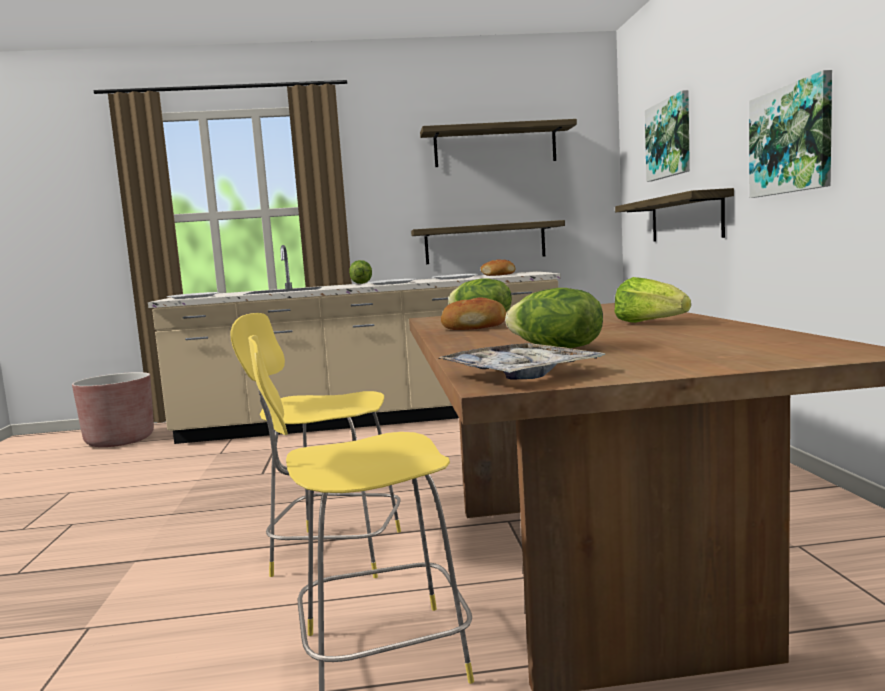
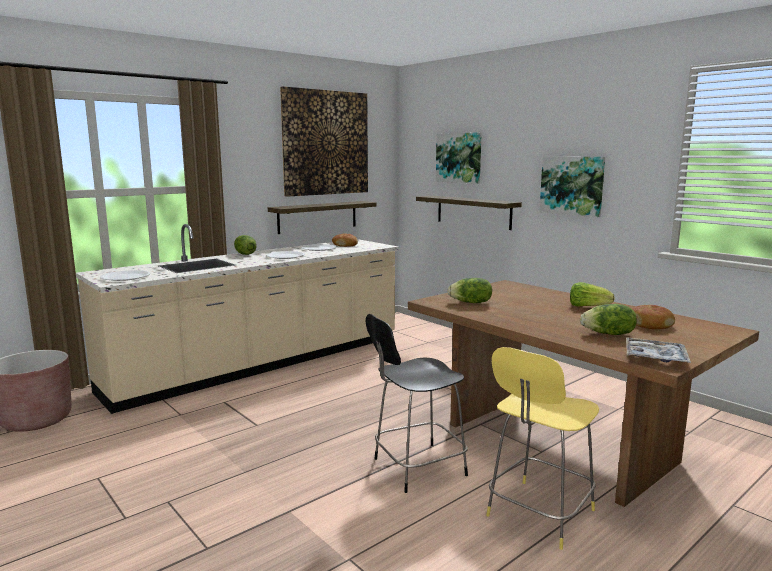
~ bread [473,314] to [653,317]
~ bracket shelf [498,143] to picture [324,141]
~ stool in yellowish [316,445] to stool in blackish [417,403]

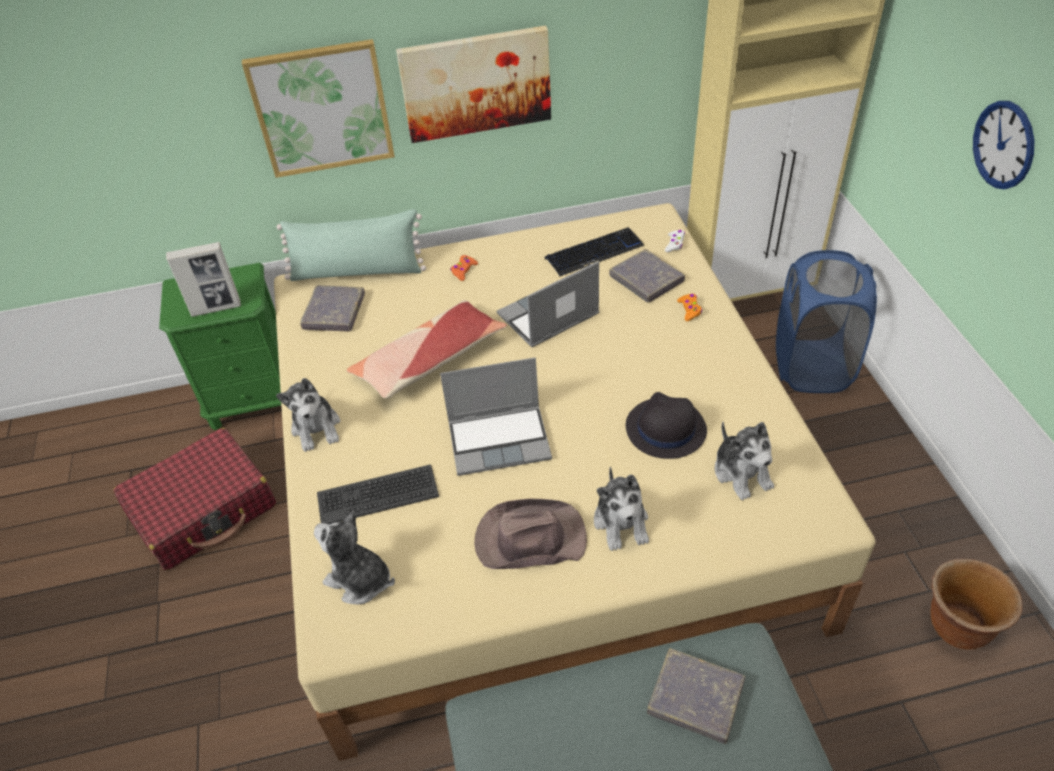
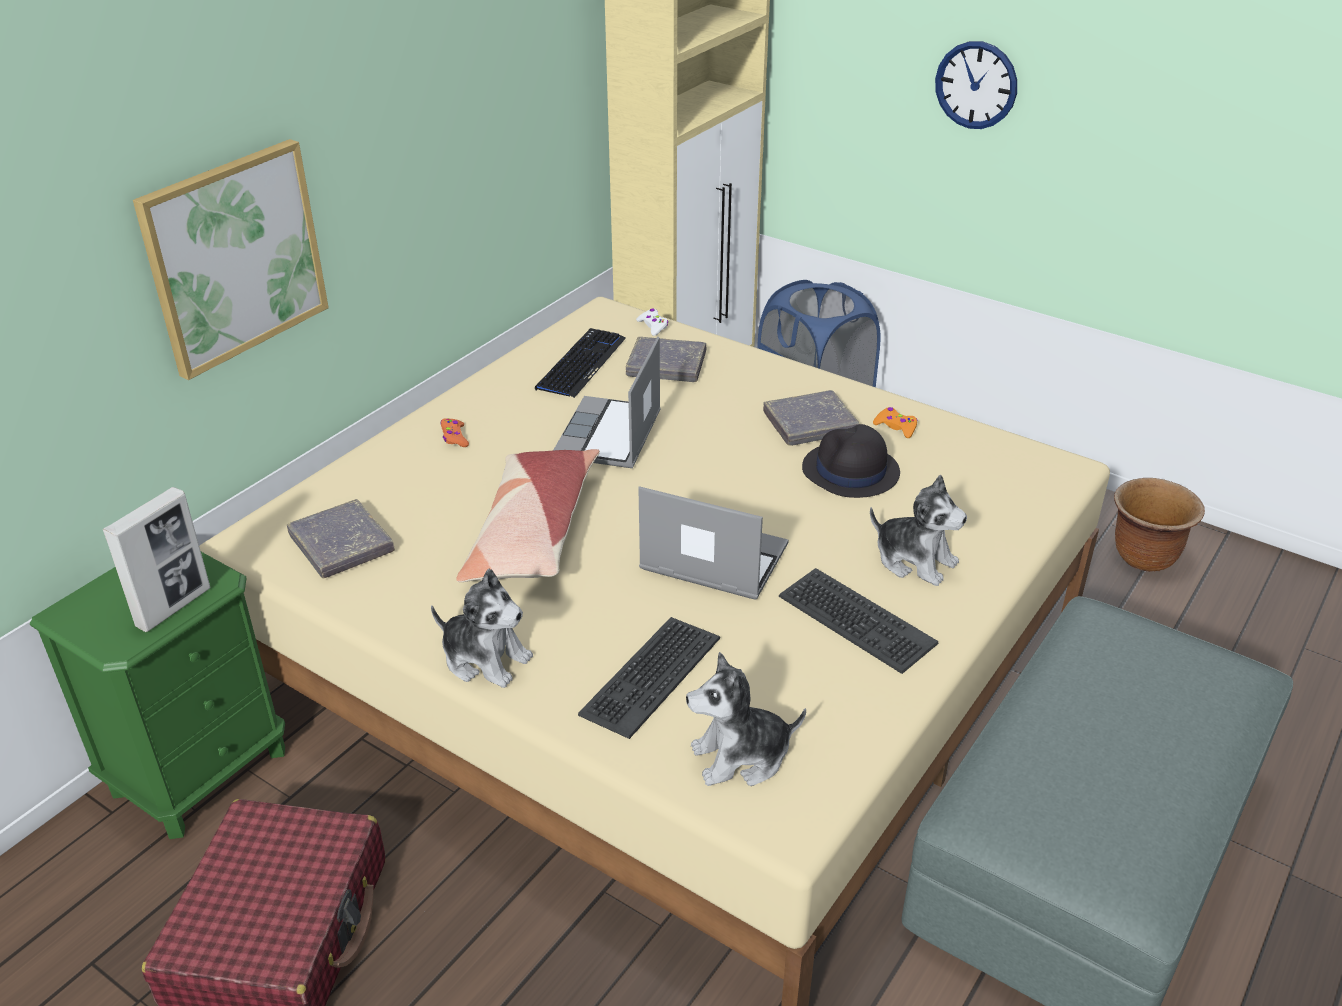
- throw pillow in greenish [351,245]
- picture [473,84]
- soft toy [744,461]
~ bound book in grey [696,696] to [811,418]
~ gamepad in orangey [689,307] to [895,422]
~ wearable hat in brown-coloured [530,534] to keyboard [858,621]
~ laptop [496,416] = [713,542] 105 degrees counterclockwise

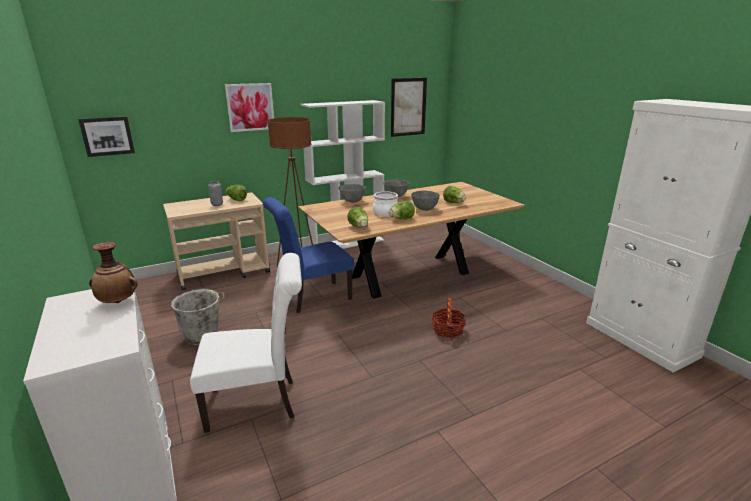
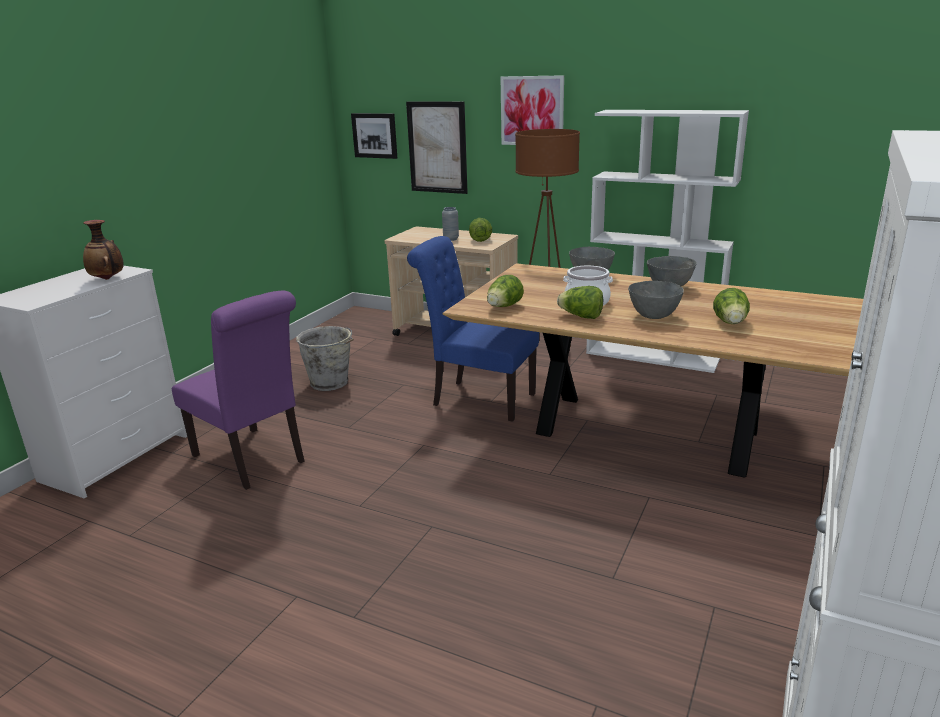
- basket [449,318]
~ picture [409,107] to [437,147]
~ upright chair in white-coloured [246,343] to upright chair in purplish [238,390]

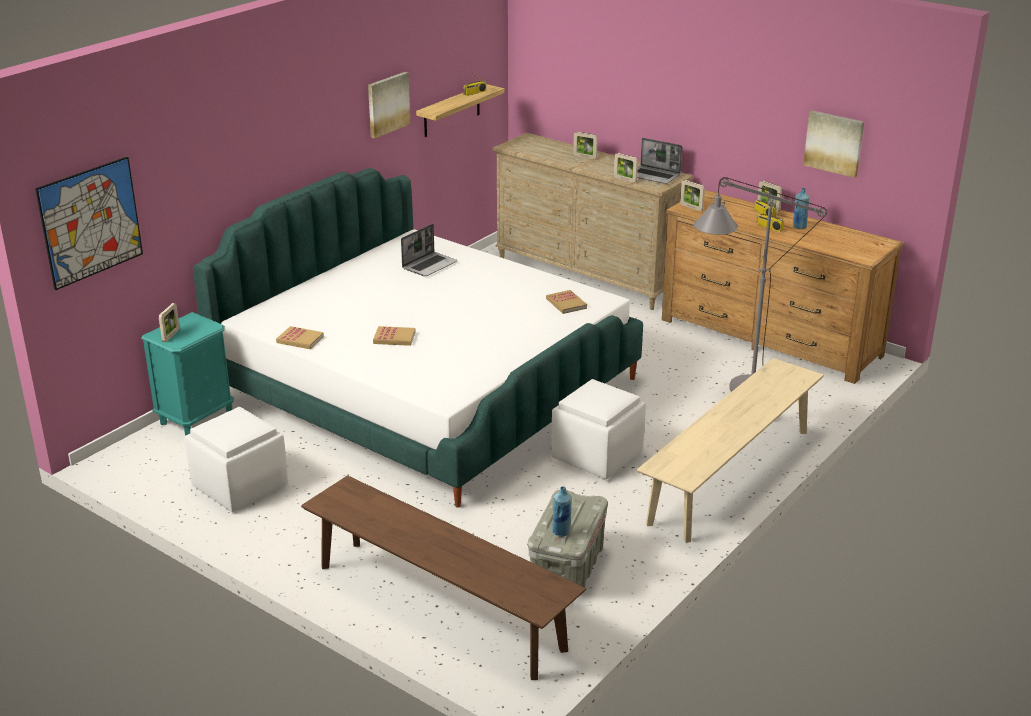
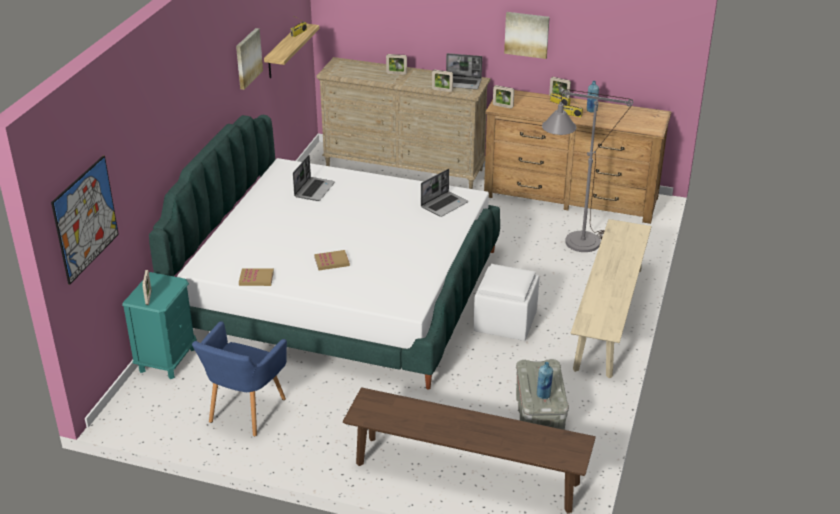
~ picture [833,144] to [527,35]
~ footrest in white-coloured [236,459] to armchair in blue [239,379]
~ bound book [566,302] to laptop [444,193]

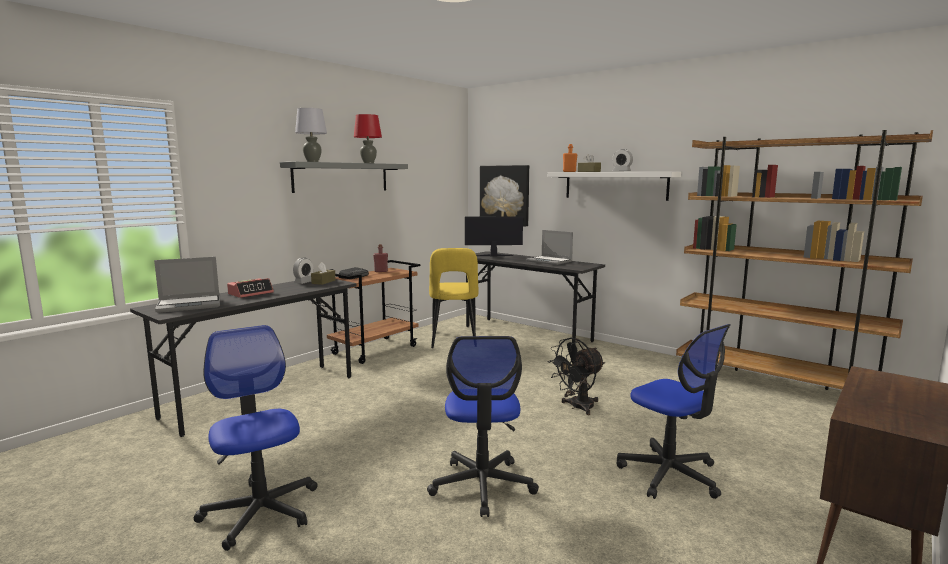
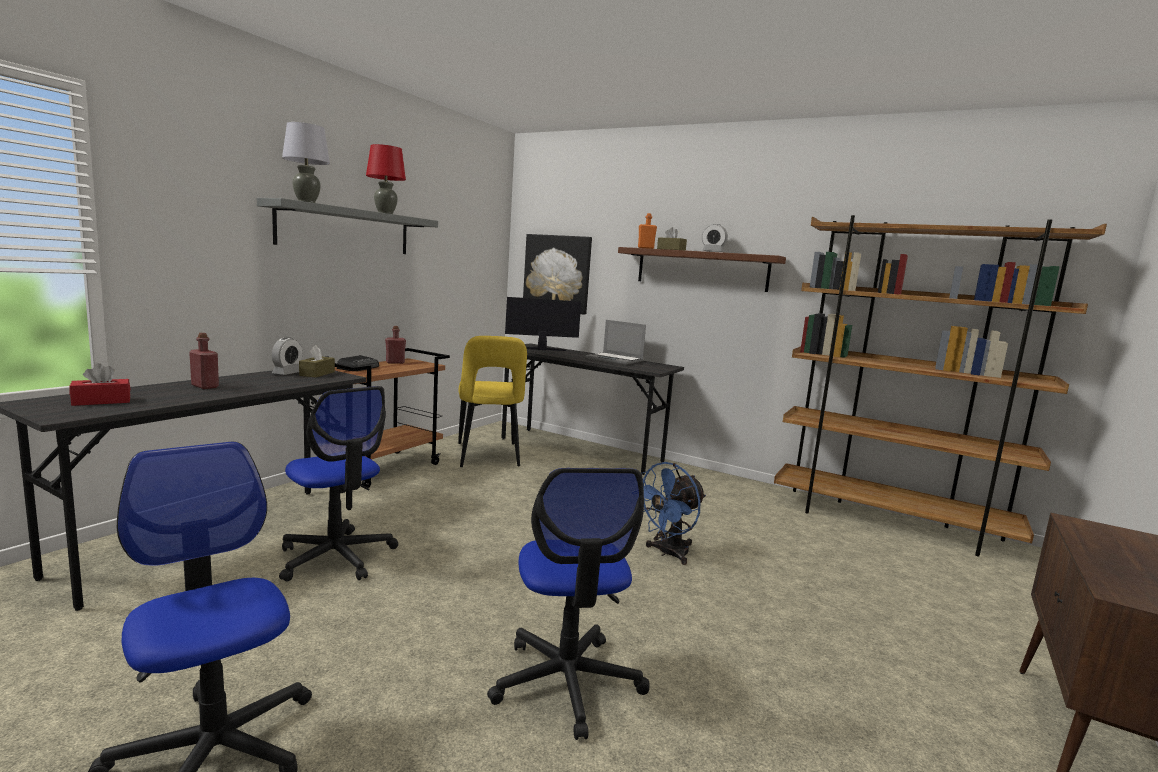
~ desk chair [674,411] to [338,484]
~ laptop [187,285] to tissue box in red-coloured [99,384]
~ table clock [250,288] to beverage bottle in red-coloured [204,361]
~ bracket shelf in white-coloured [614,186] to bracket shelf in brown-coloured [702,269]
~ electric fan in blackish [576,376] to electric fan in blue [673,513]

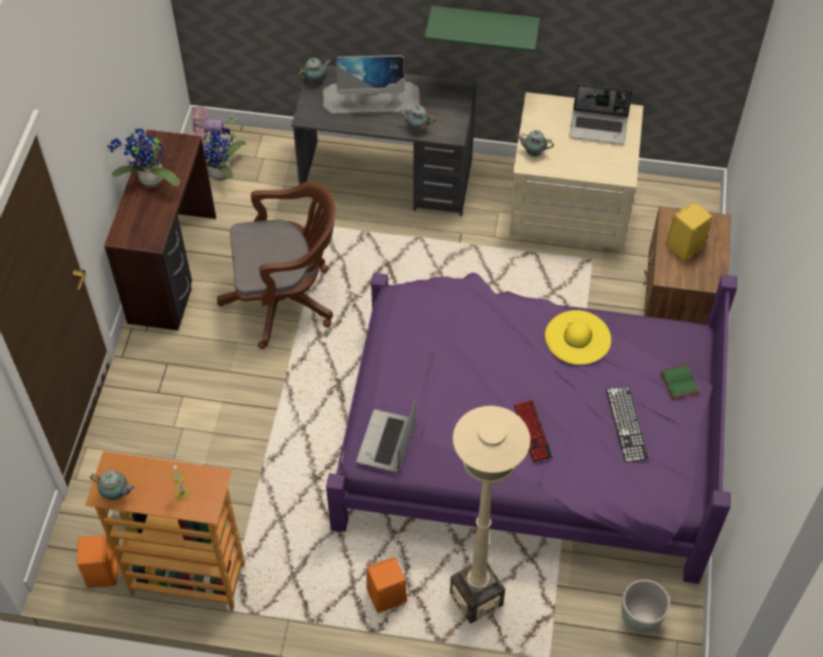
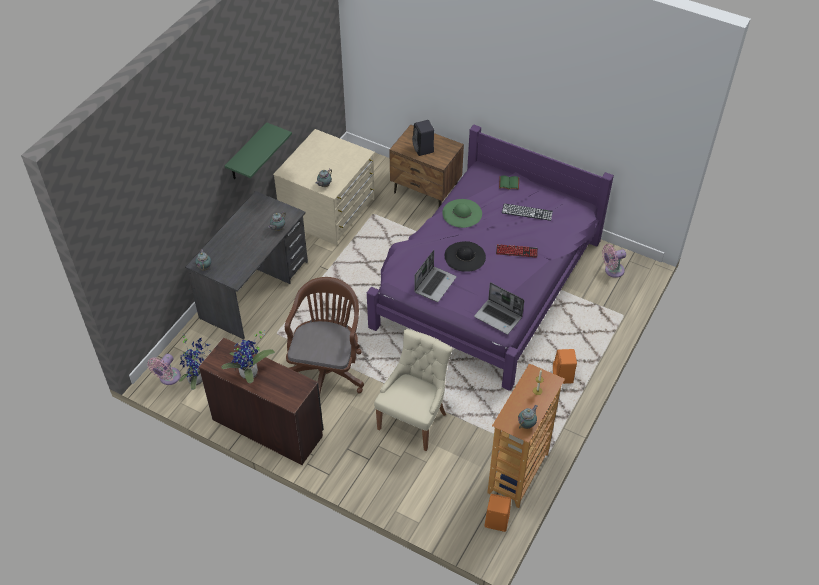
- computer display [371,85]
- floor lamp in beige [490,514]
+ upright chair in beige [413,390]
+ wearable hat in blackish [465,256]
~ laptop [601,114] to [435,276]
~ planter in grey [645,606] to electric fan in pink-coloured [614,261]
~ wearable hat in yellowish [578,337] to wearable hat in greenish [462,213]
~ audio speaker in yellowish [689,231] to audio speaker in blackish [423,138]

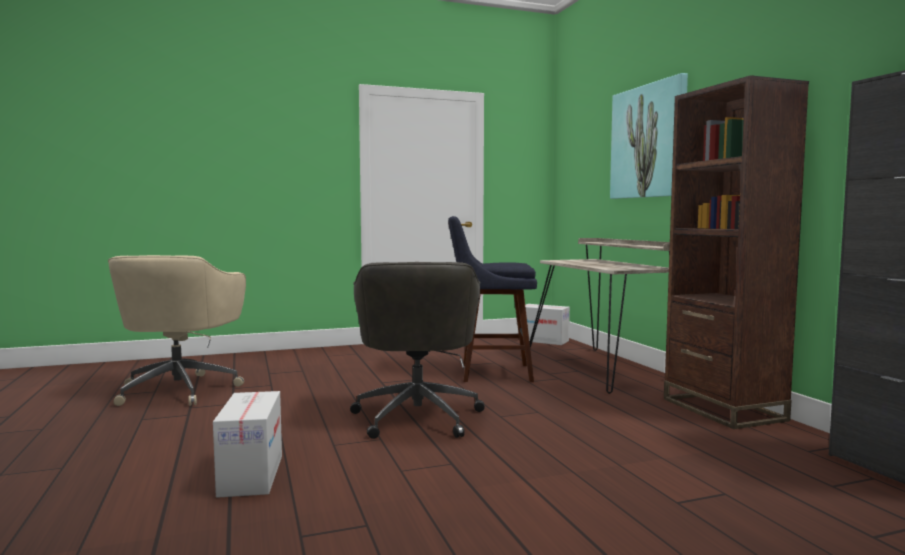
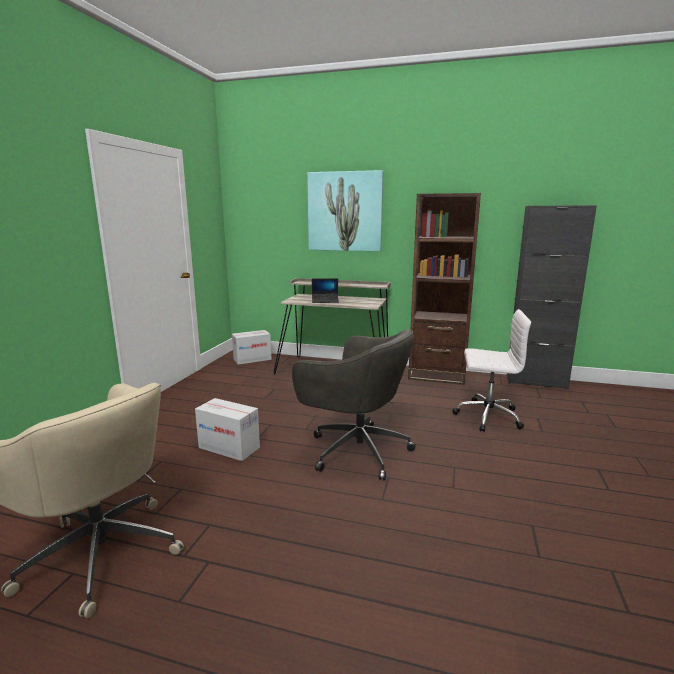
- stool in blue [492,299]
+ laptop [325,290]
+ desk chair in white-coloured [491,370]
~ cardboard box [247,444] to [227,429]

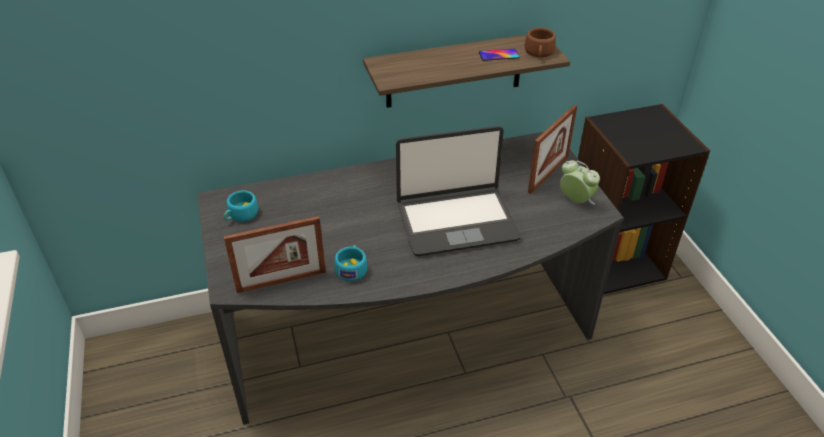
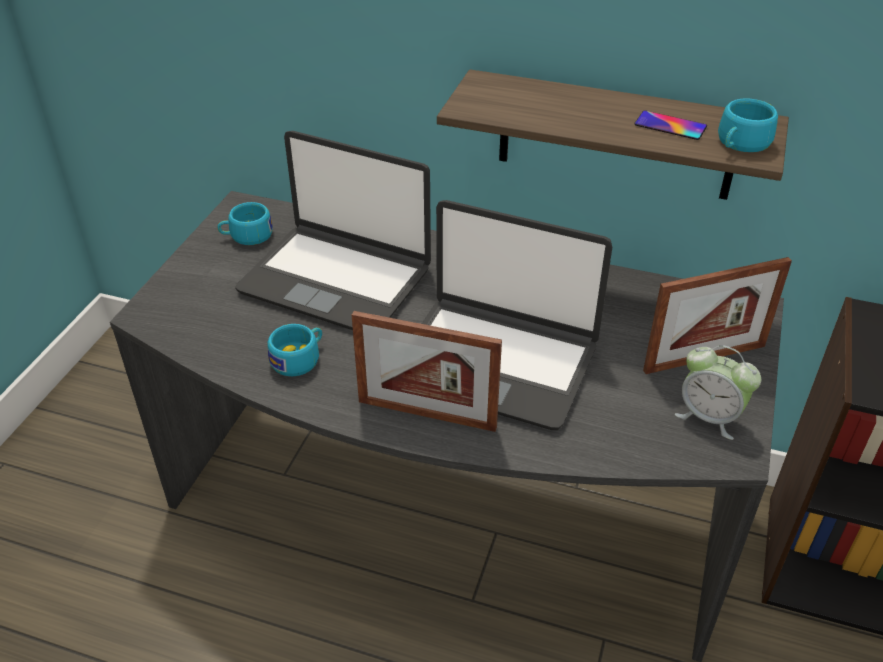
+ laptop [333,230]
~ photo frame [275,254] to [427,371]
~ cup in brown-coloured [540,42] to cup in turquoise-coloured [748,125]
~ table clock [580,182] = [718,392] 135 degrees clockwise

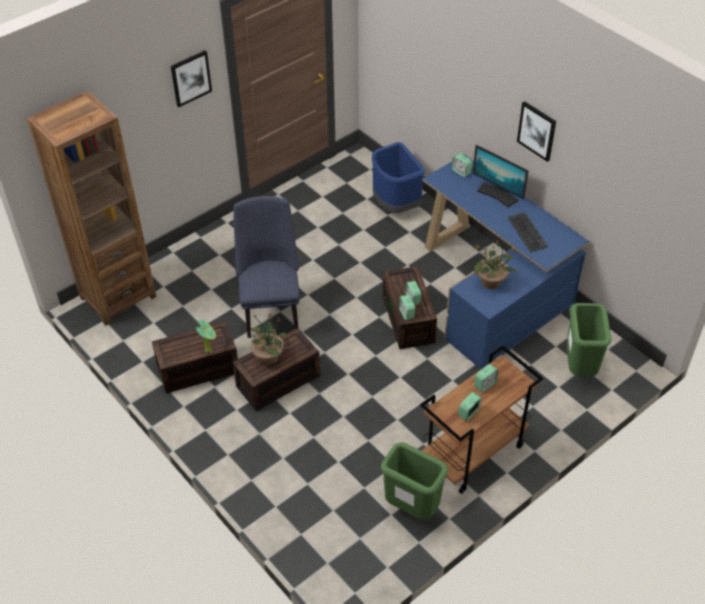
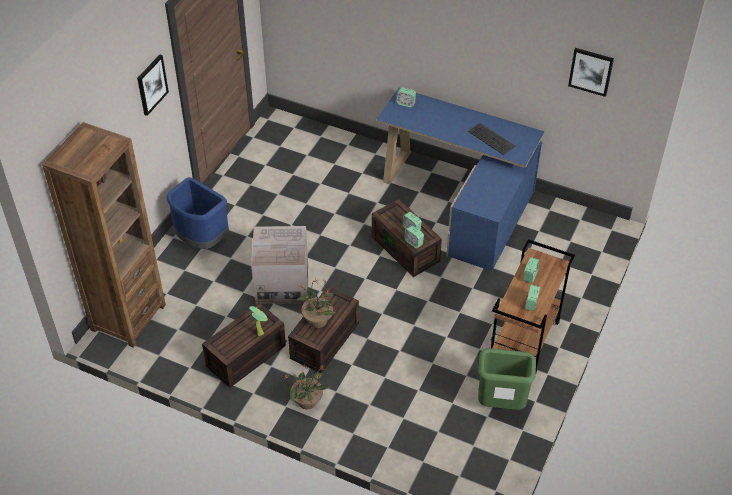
- computer display [501,176]
- trash can in greenish [588,339]
~ trash can in blue [398,177] to [197,213]
~ houseplant [495,265] to [307,386]
~ picture [536,131] to [591,72]
~ upright chair in blue [266,267] to cardboard box [279,265]

